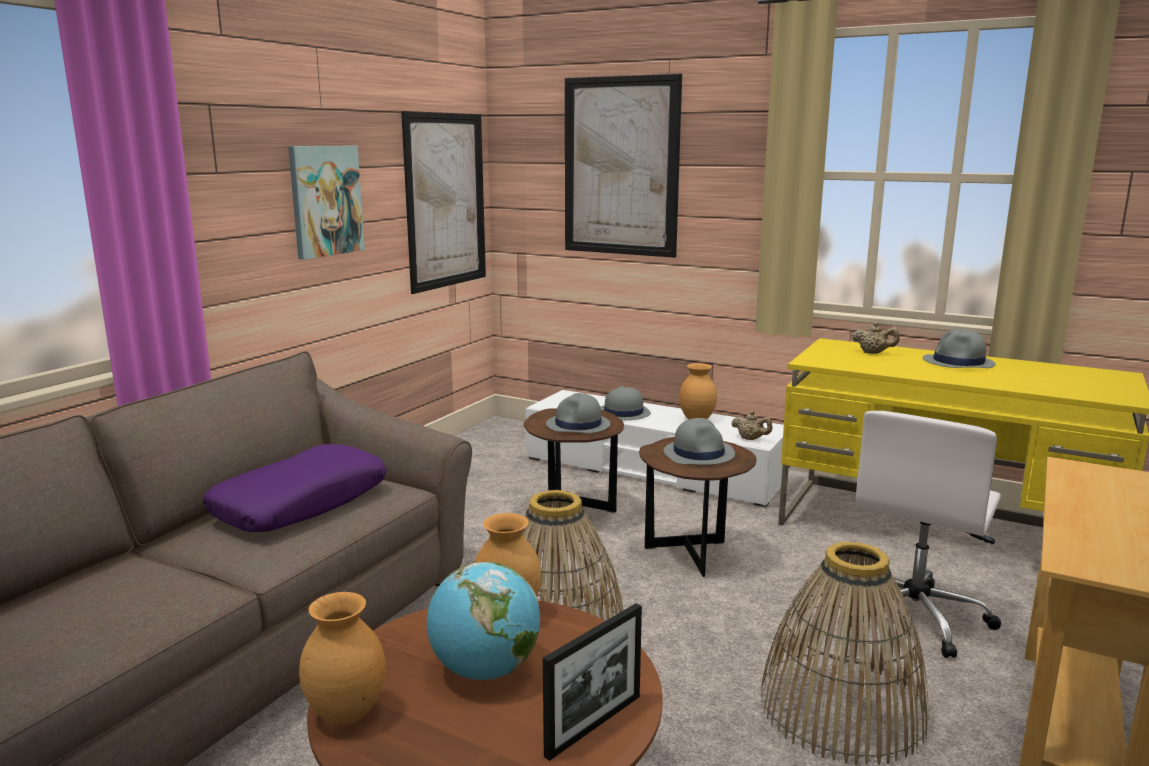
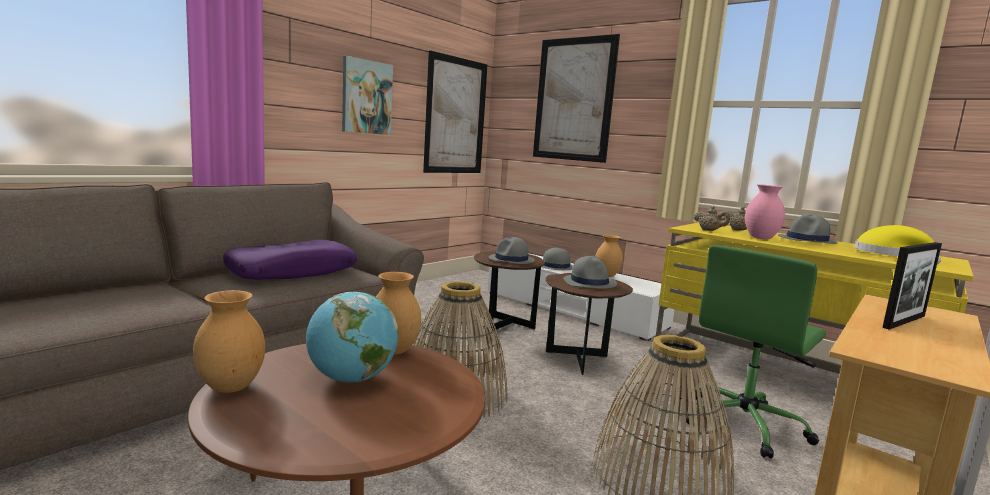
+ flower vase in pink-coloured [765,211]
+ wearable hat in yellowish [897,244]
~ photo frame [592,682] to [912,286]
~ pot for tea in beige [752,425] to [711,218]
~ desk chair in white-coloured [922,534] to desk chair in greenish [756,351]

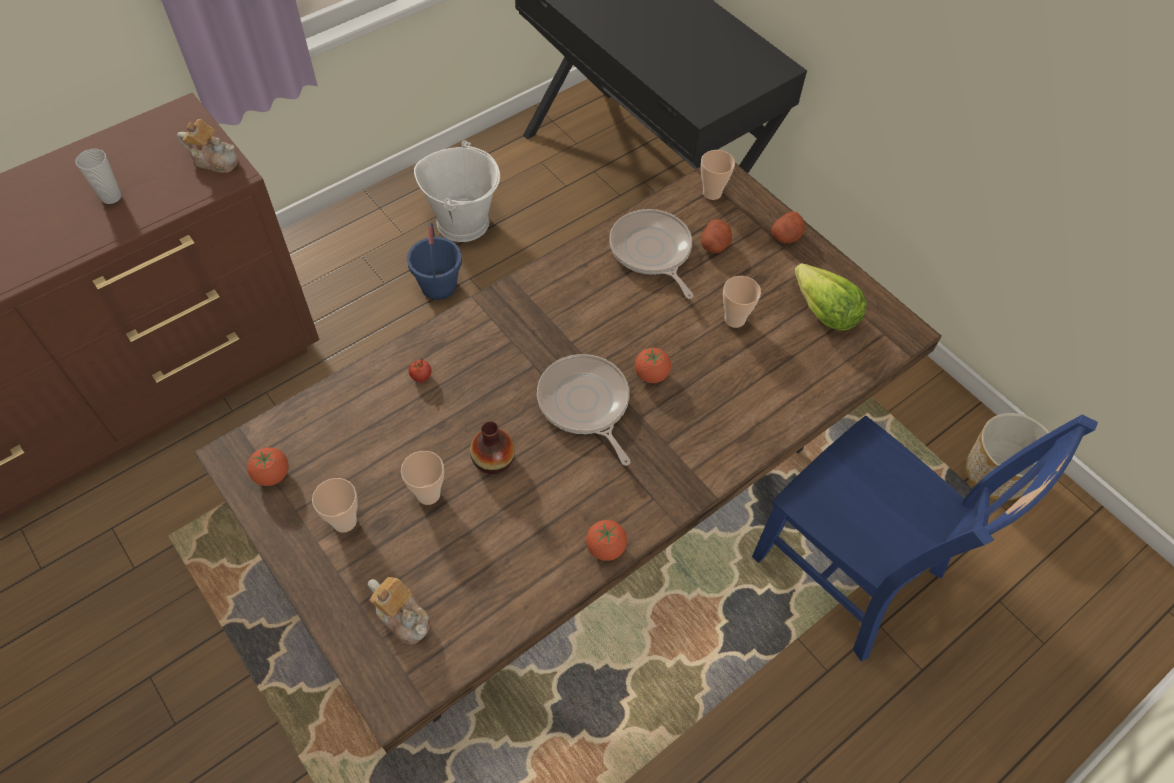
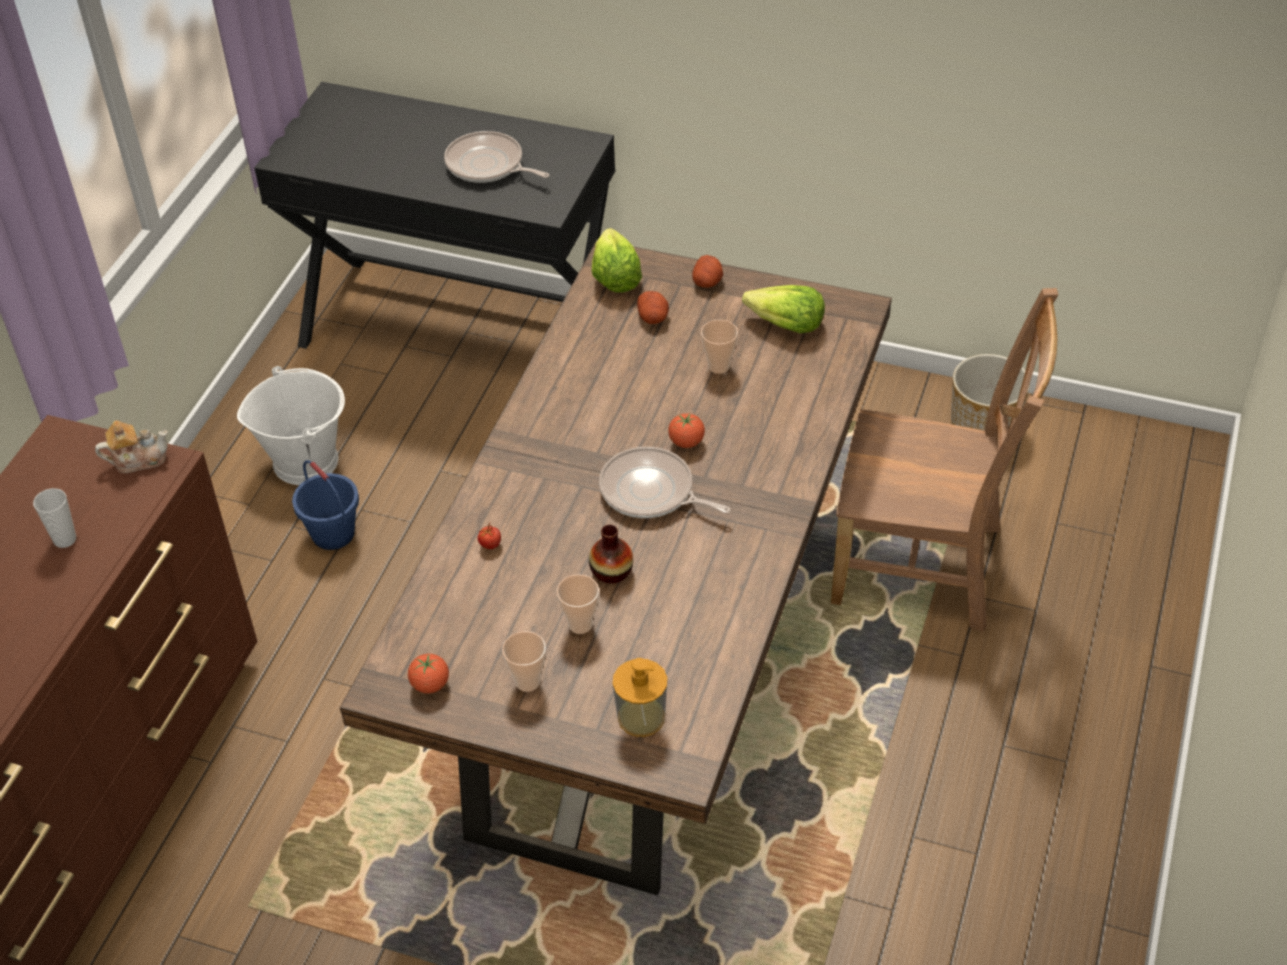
- tomato [606,540]
~ frying pan [651,254] to [496,157]
~ pot for tea [399,610] to liquid soap bottle [640,697]
~ cup [718,175] to head of lettuce [617,260]
~ upright chair in blue [925,538] to upright chair in brown-coloured [944,460]

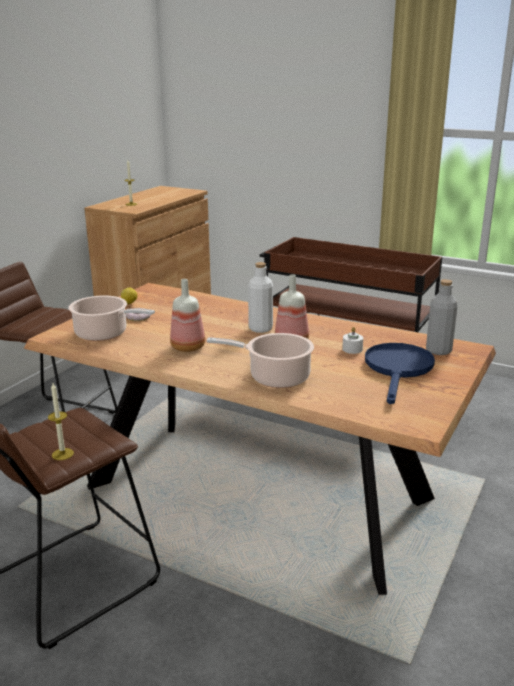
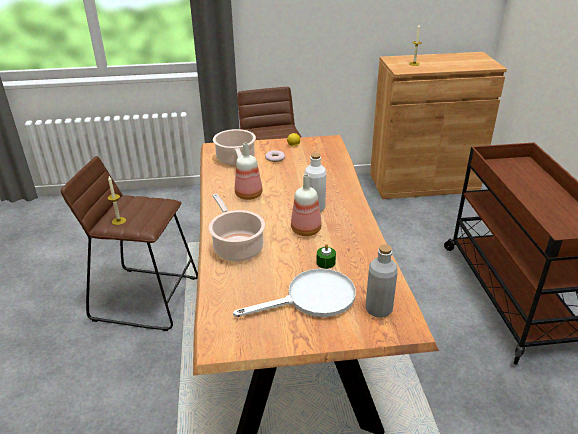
~ wax candle in white-coloured [352,340] to wax candle in greenish [326,256]
~ frying pan in blue [400,373] to frying pan in white-coloured [294,293]

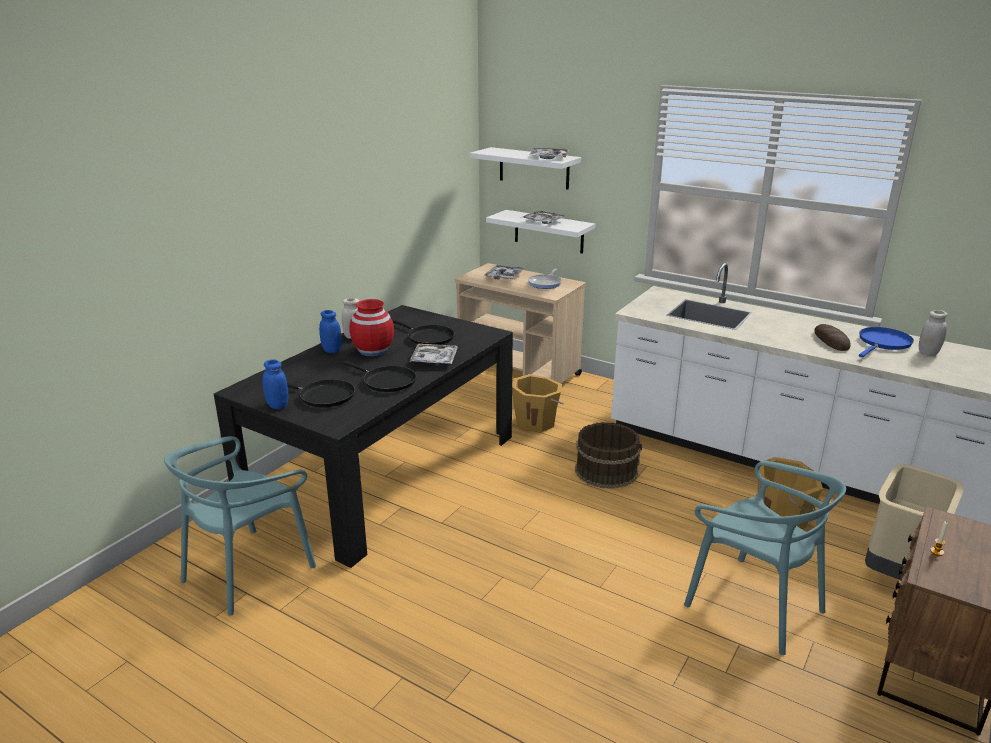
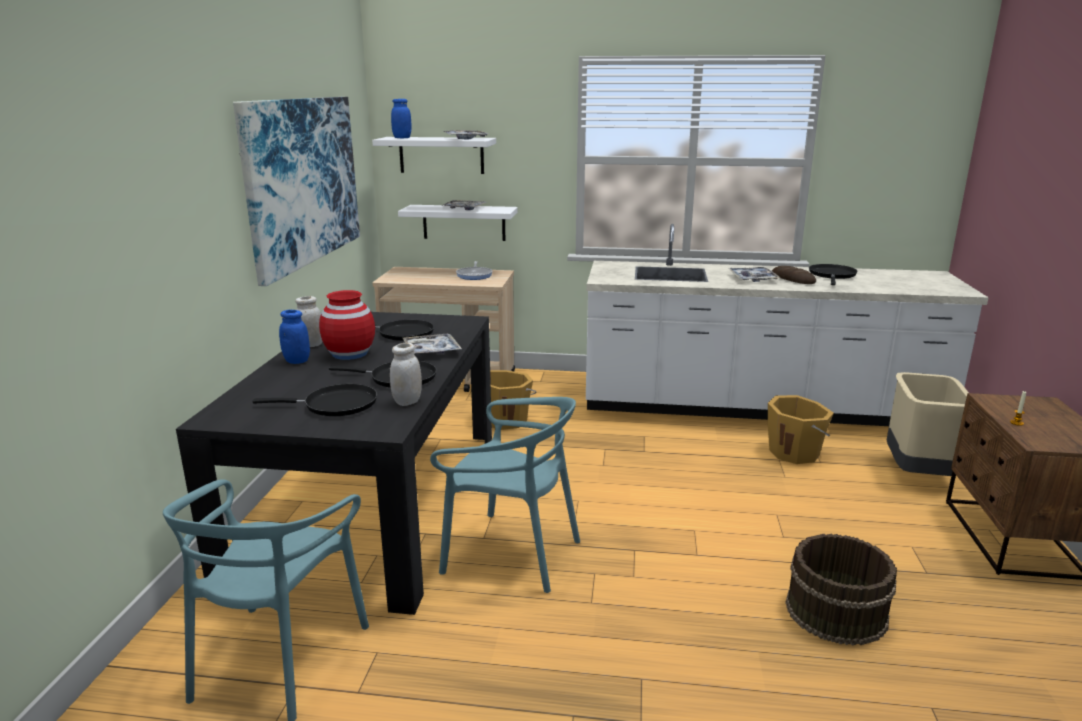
+ picture [296,191]
~ storage jar in blue [276,384] to [401,118]
~ tray [504,272] to [754,274]
~ pail in brown-coloured [608,455] to [841,589]
~ upright chair in turquoise-coloured [765,558] to [505,495]
~ storage jar in white-coloured [933,333] to [406,374]
~ frying pan in blue [886,342] to frying pan in blackish [833,274]

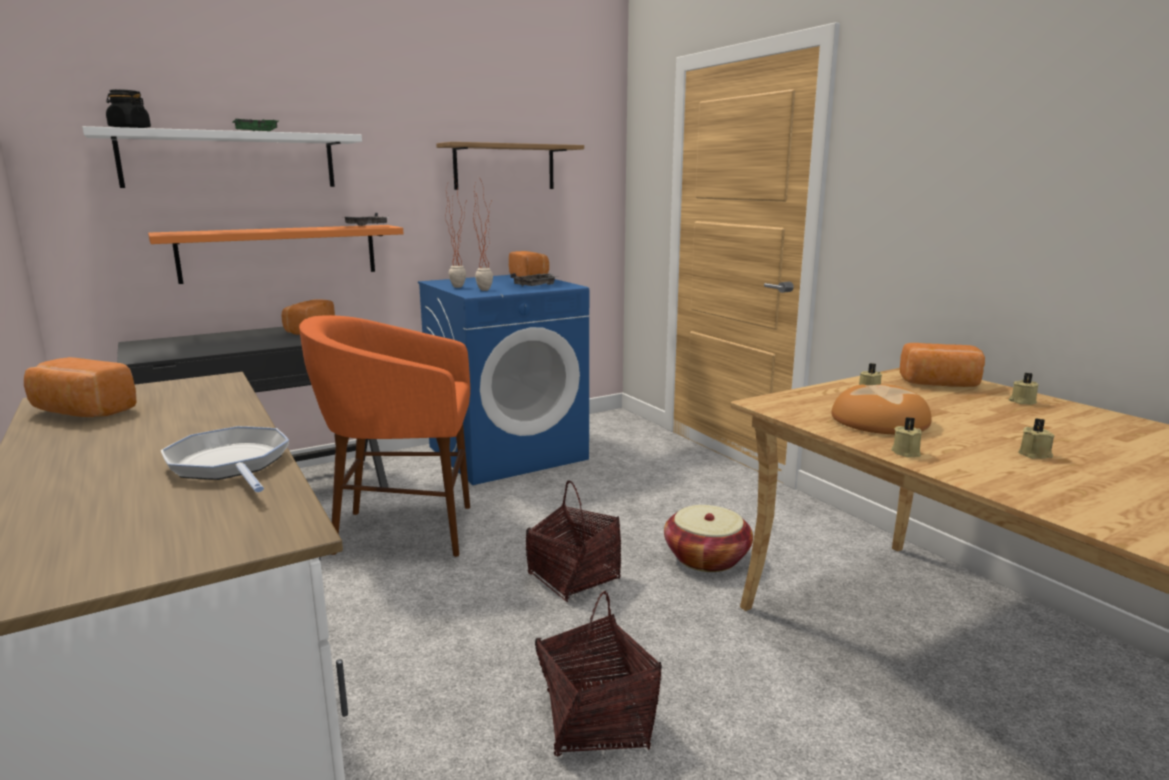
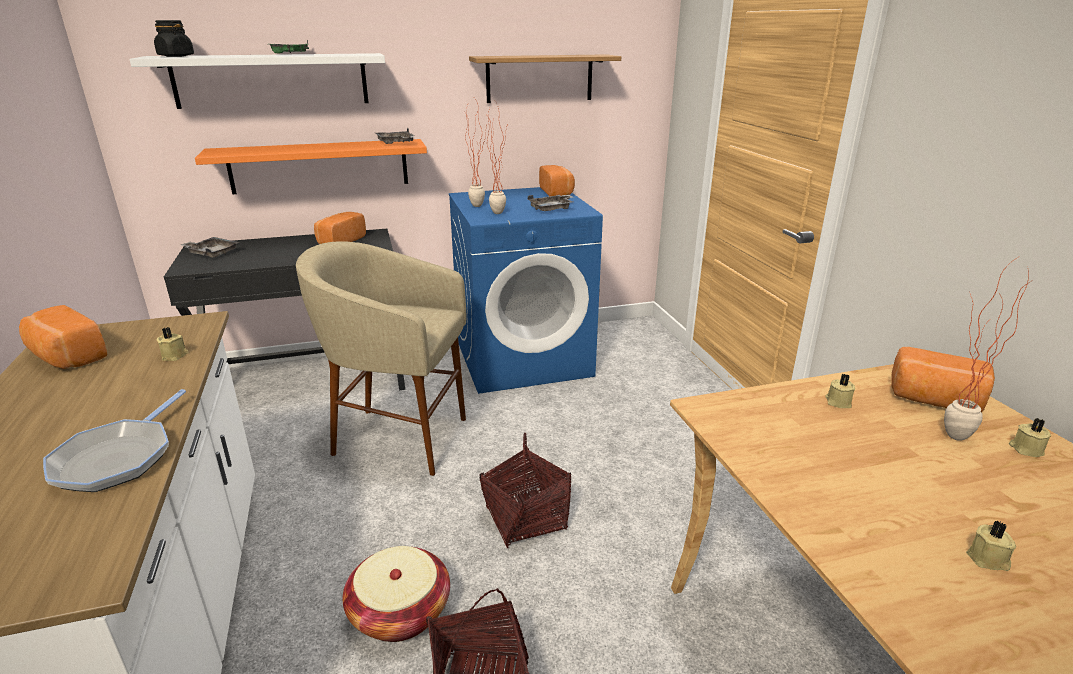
- bread [881,409]
+ tray in grey [210,247]
+ houseplant [988,348]
~ basket [708,538] to [396,594]
~ wax candle in beige [906,437] to [173,344]
~ stool in orangey [384,436] to stool in beige [381,359]
~ frying pan [225,459] = [114,440] 150 degrees counterclockwise

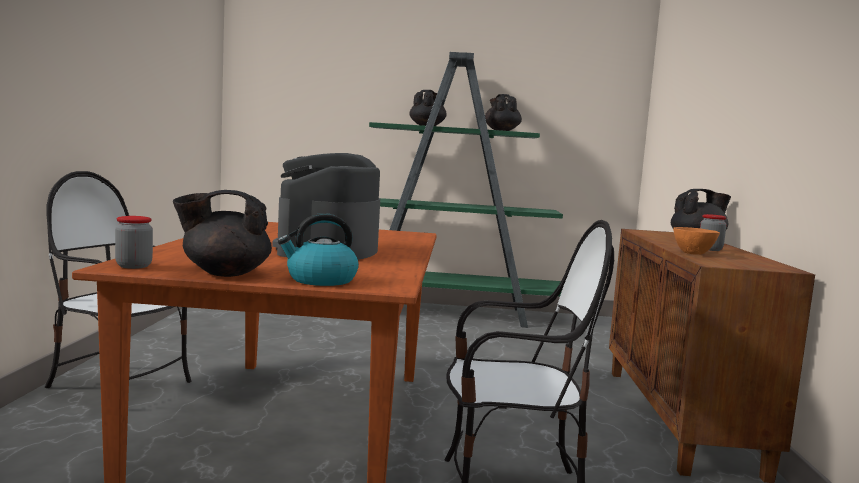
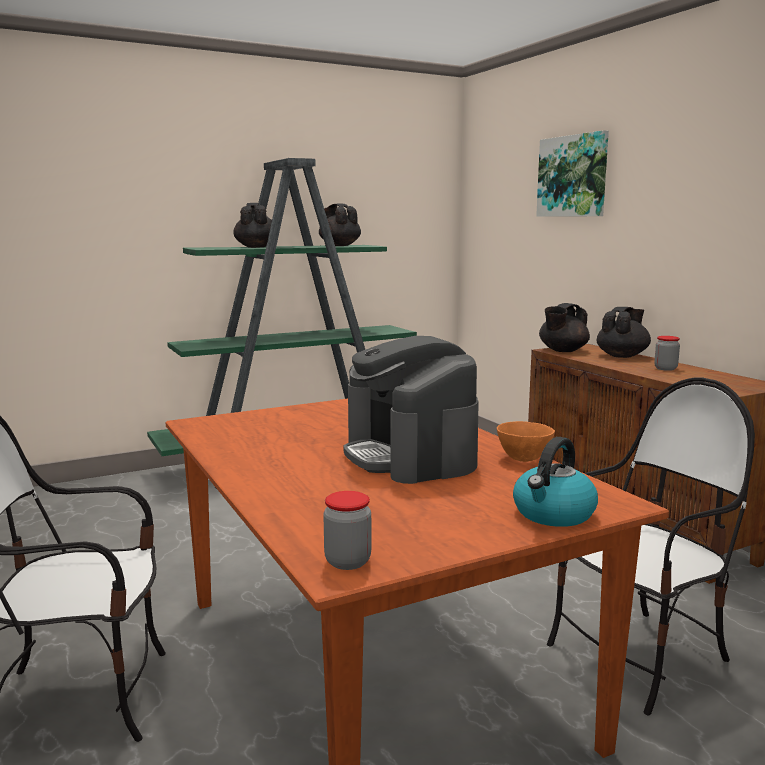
+ picture [572,173]
~ pot for tea in blackish [222,233] to [564,327]
~ bowl in orangey [696,241] to [526,441]

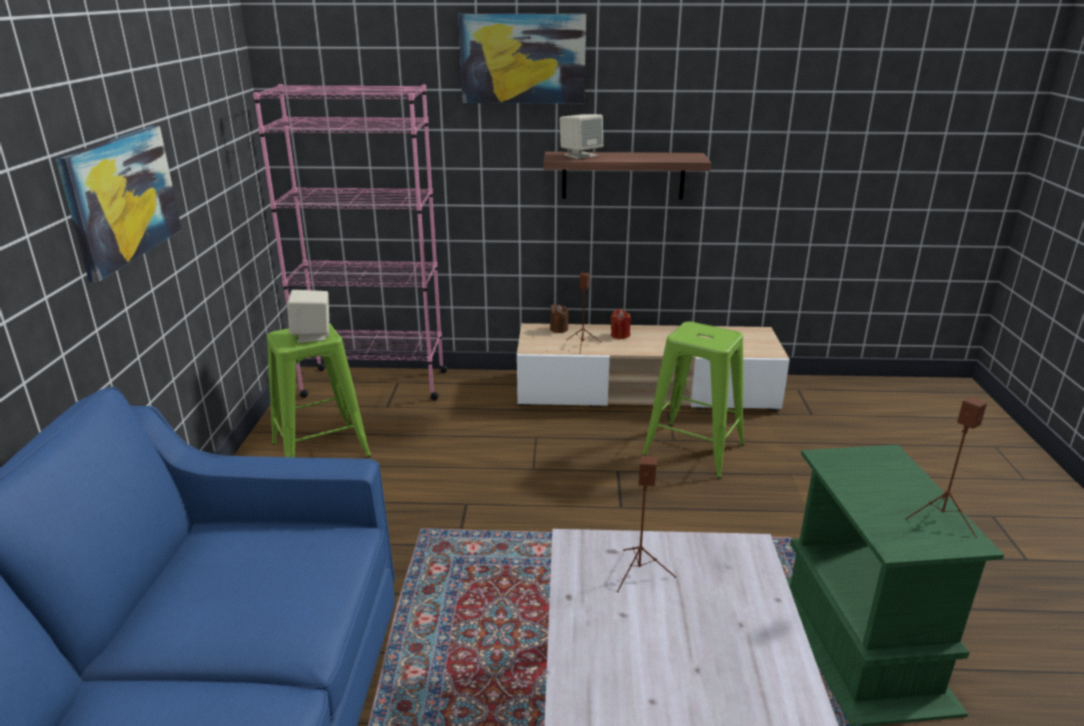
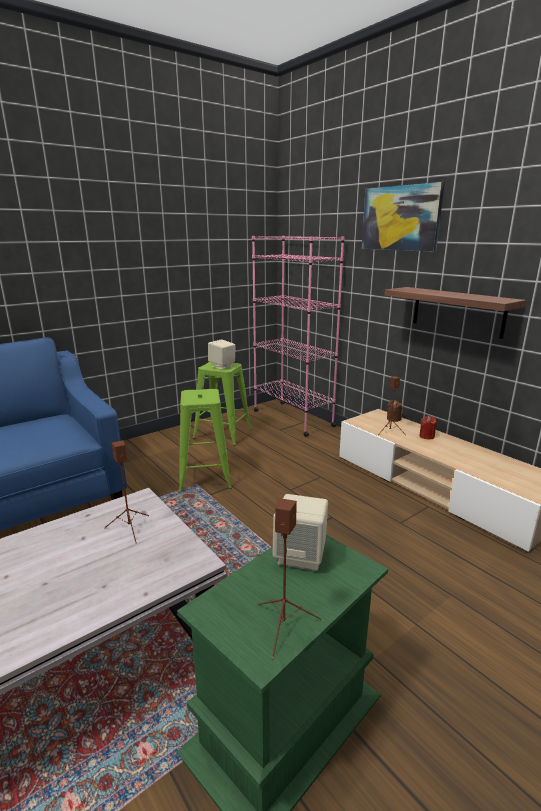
- picture [119,204]
~ audio speaker in beige [581,136] to [300,532]
~ stool in greenish [693,400] to [205,441]

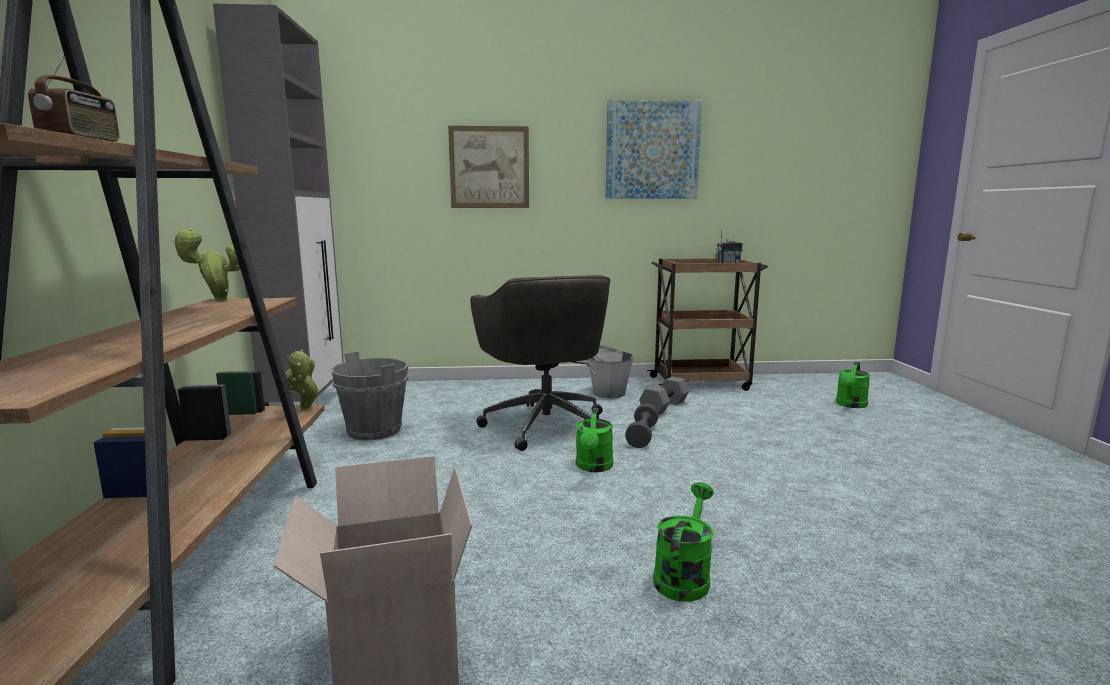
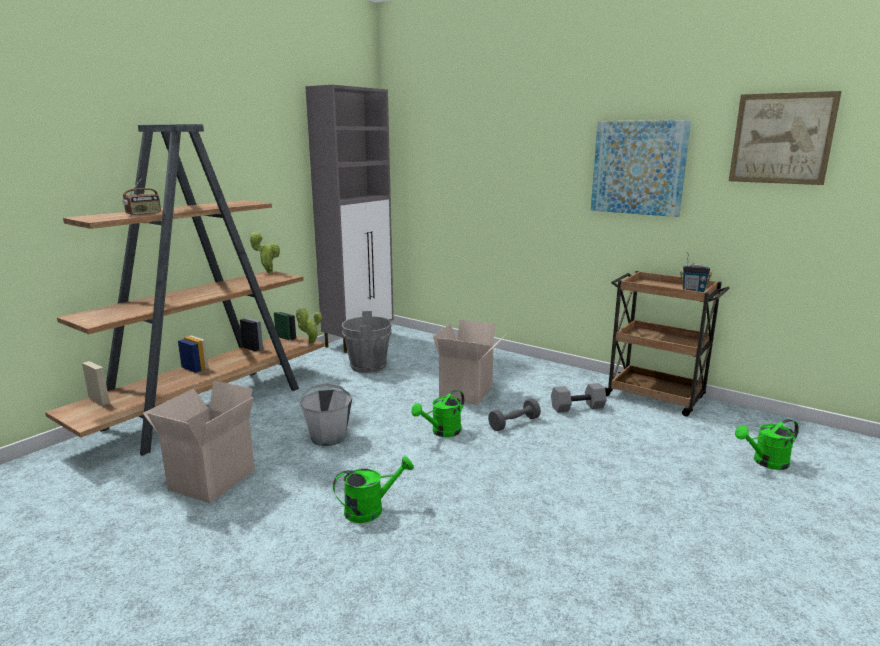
~ picture [488,167] to [785,138]
~ pail in grey [610,372] to [326,414]
~ desk chair in grey [540,363] to cardboard box [469,362]

